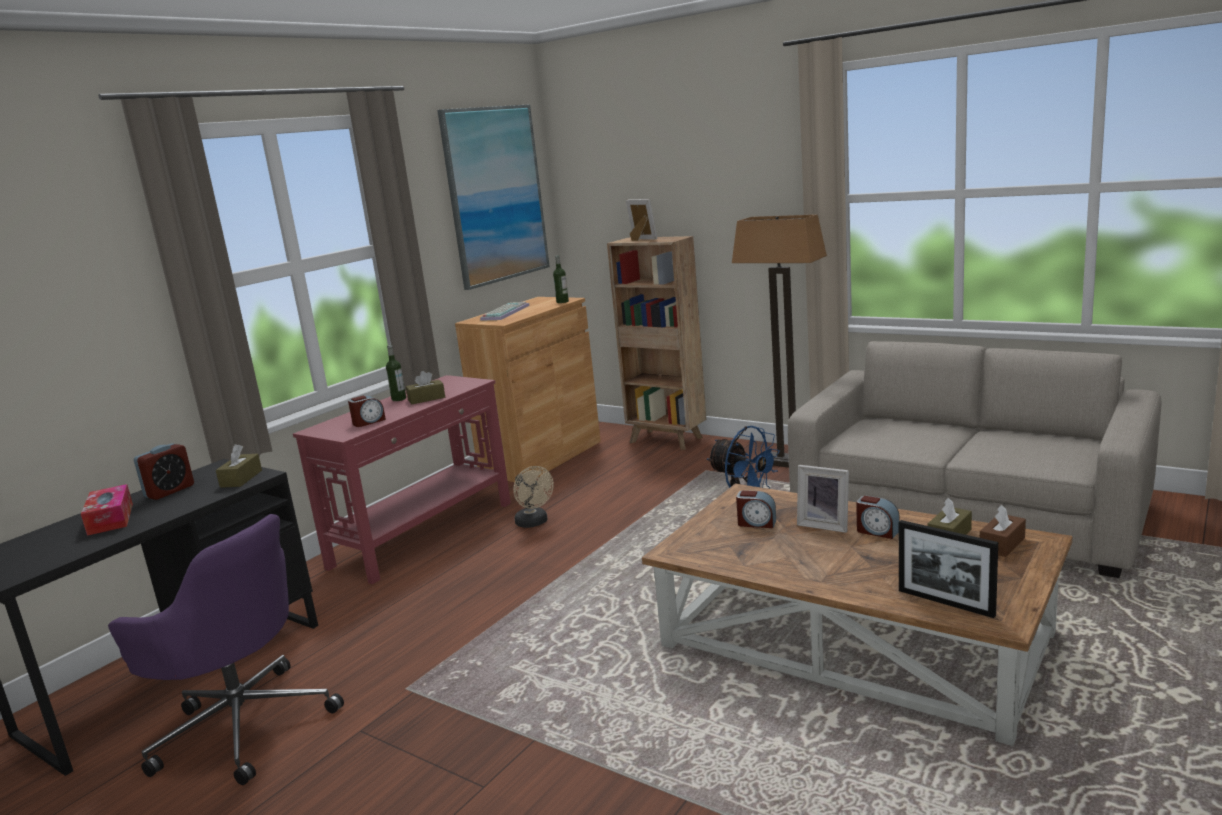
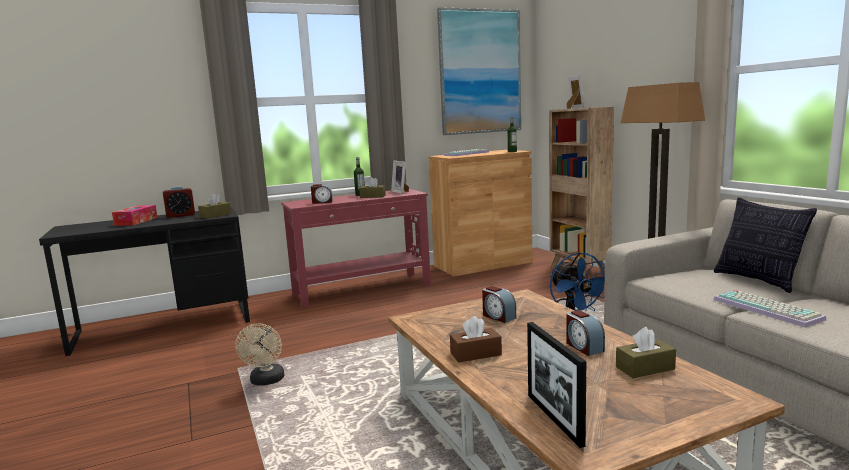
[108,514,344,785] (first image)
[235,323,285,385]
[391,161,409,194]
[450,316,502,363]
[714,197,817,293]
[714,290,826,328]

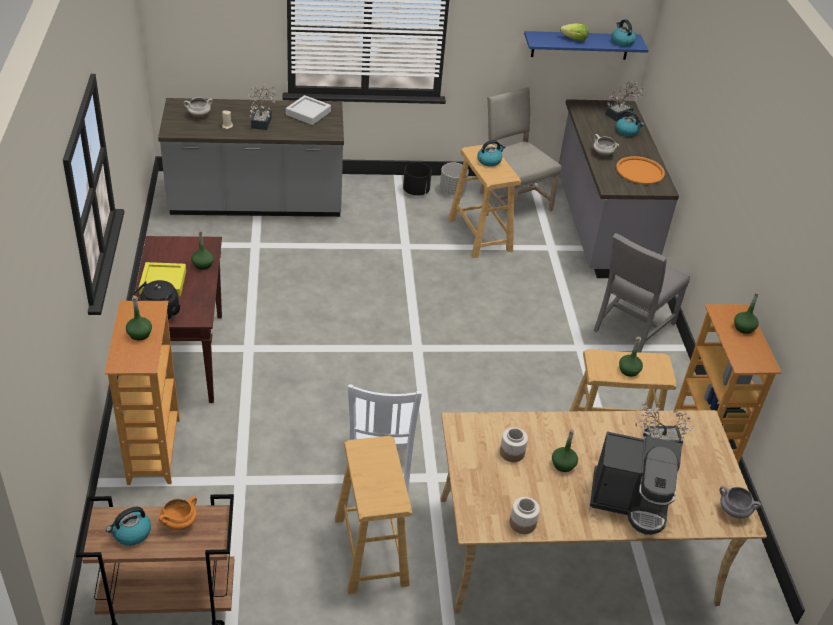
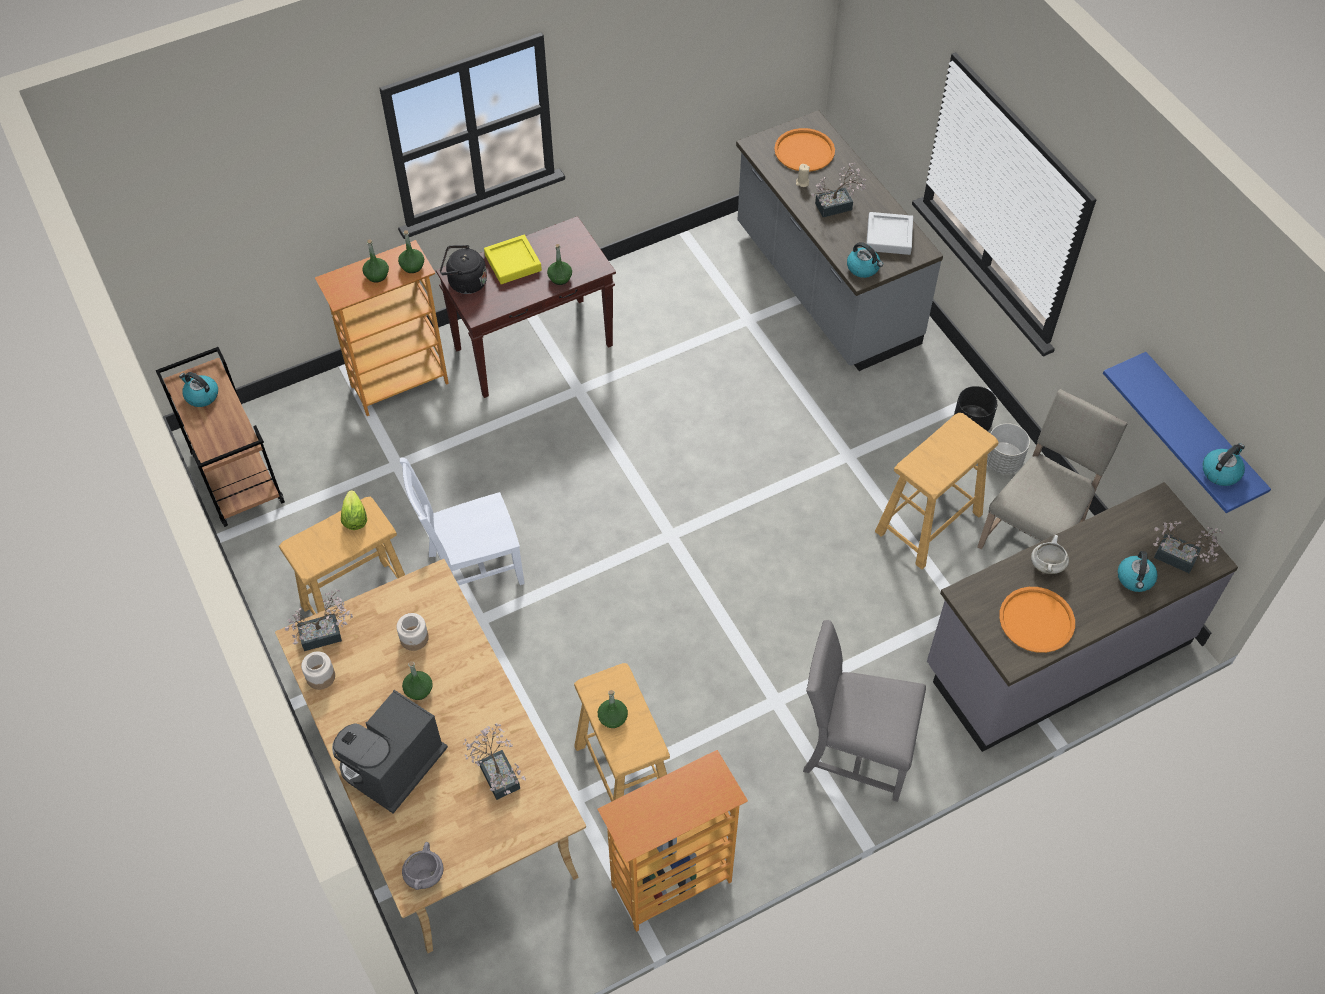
[159,496,197,530] (first image)
[774,128,835,172]
[847,242,883,278]
[341,490,367,530]
[332,690,448,814]
[398,230,424,273]
[285,589,353,651]

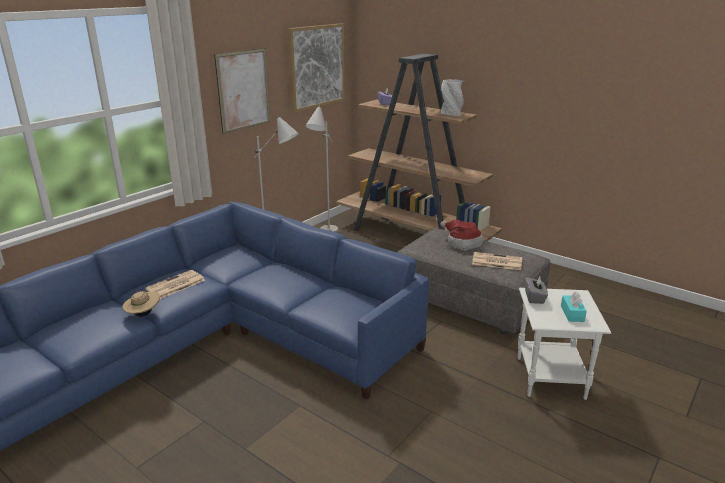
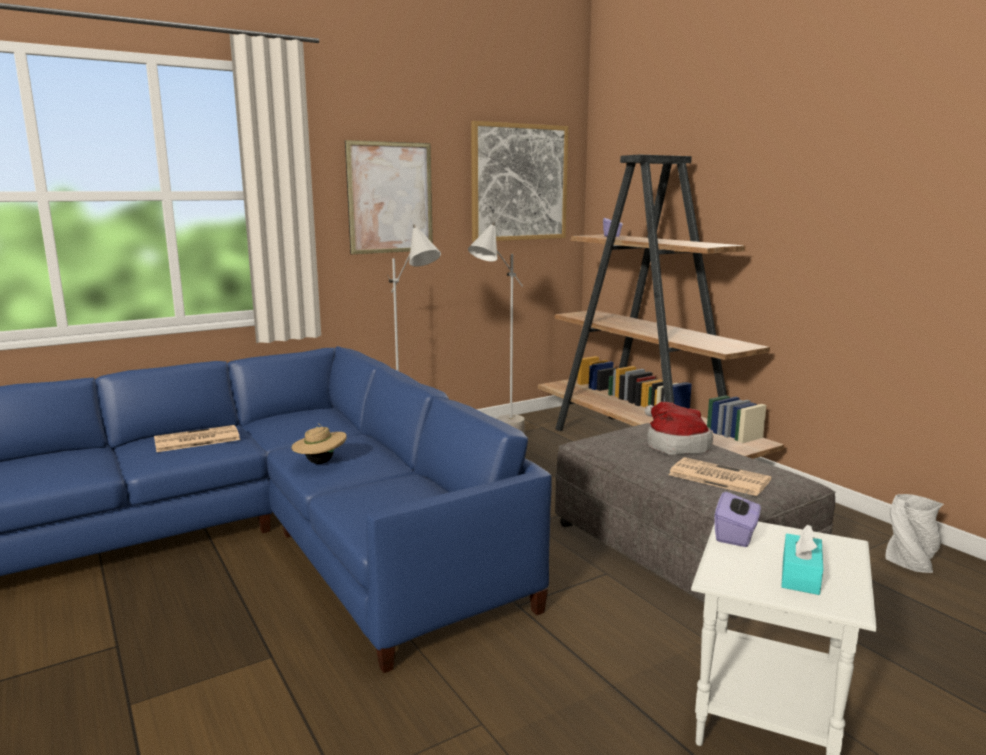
[291,423,347,464]
[886,494,944,573]
[714,491,761,547]

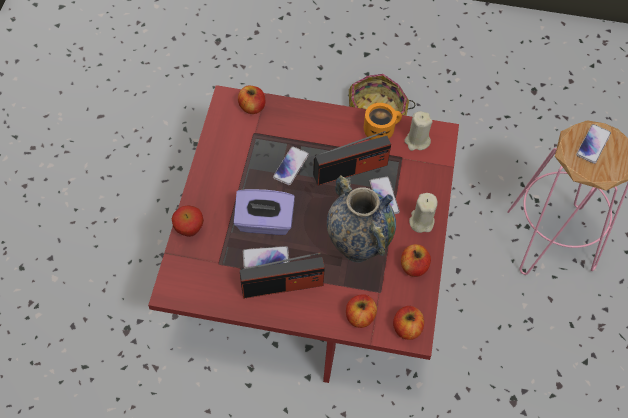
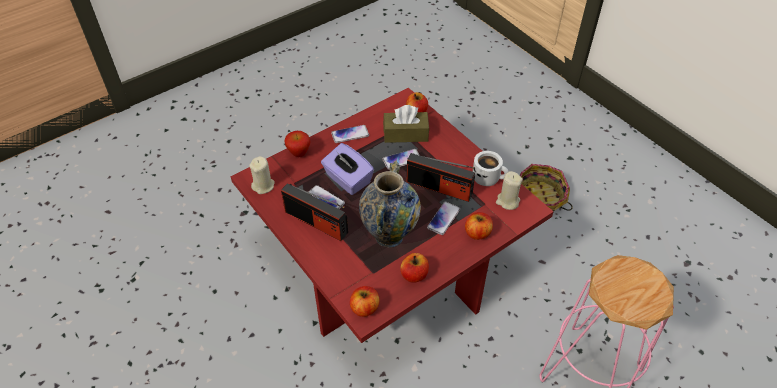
[465,212,493,240]
[473,151,509,186]
[249,156,275,194]
[331,125,369,143]
[383,105,429,143]

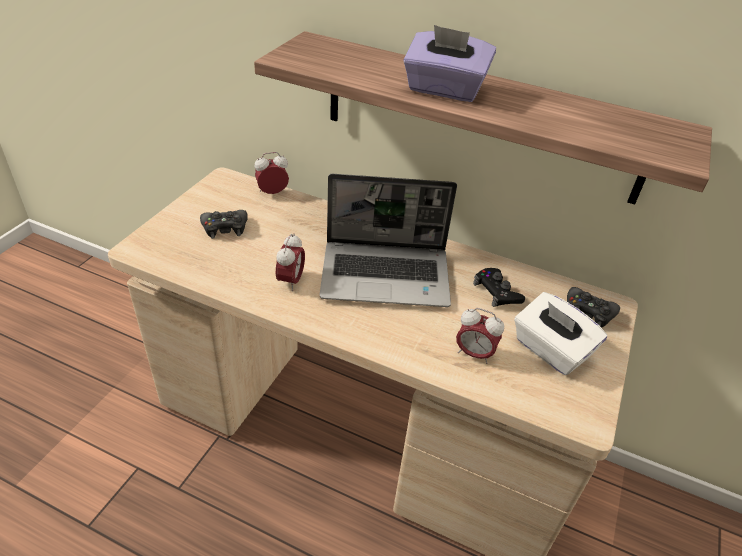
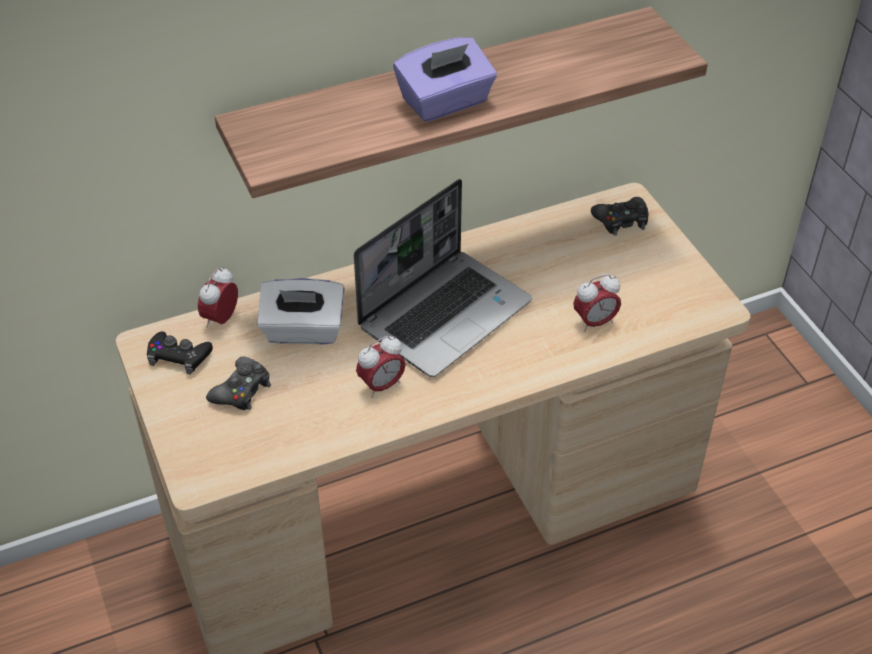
[356,336,406,398]
[147,331,213,375]
[257,278,345,344]

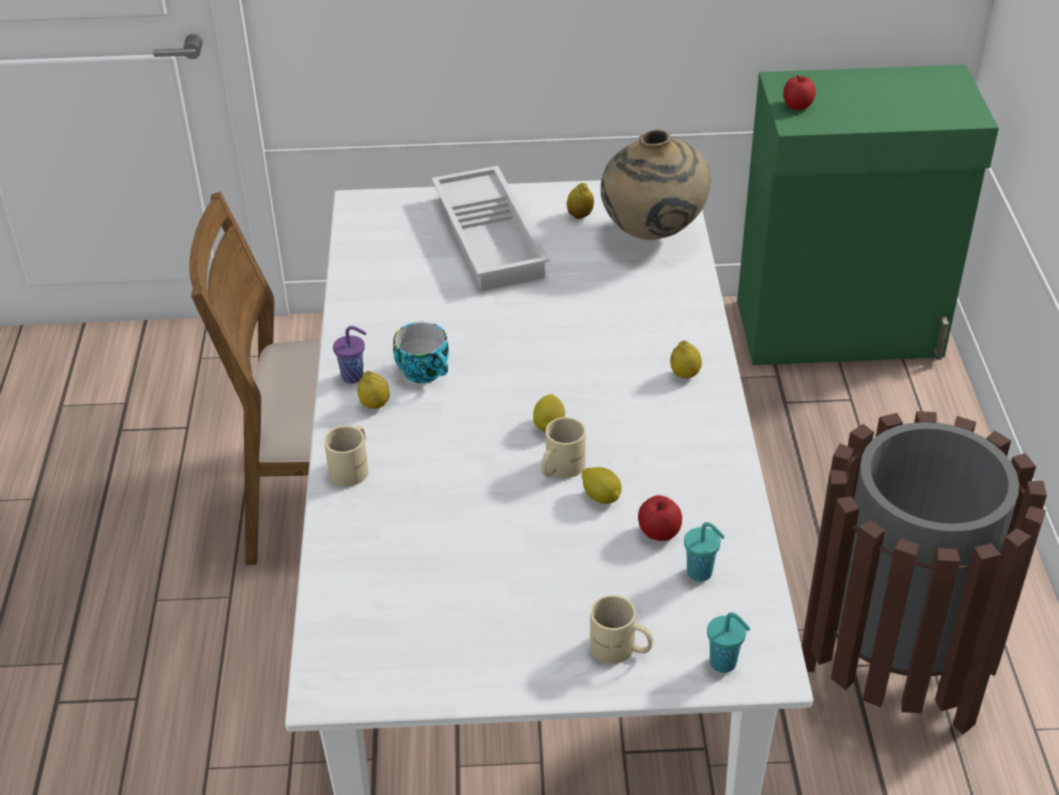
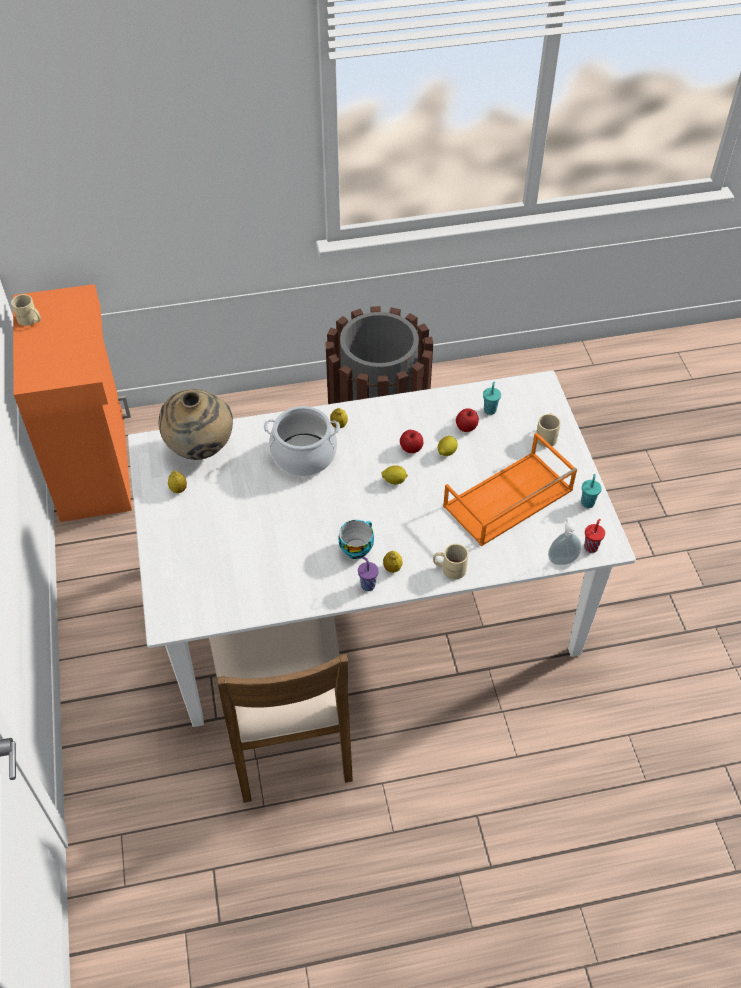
[431,166,550,291] (first image)
[11,294,41,326]
[581,474,602,508]
[13,284,132,522]
[400,430,423,453]
[264,406,340,476]
[443,433,577,546]
[548,518,582,565]
[584,519,605,553]

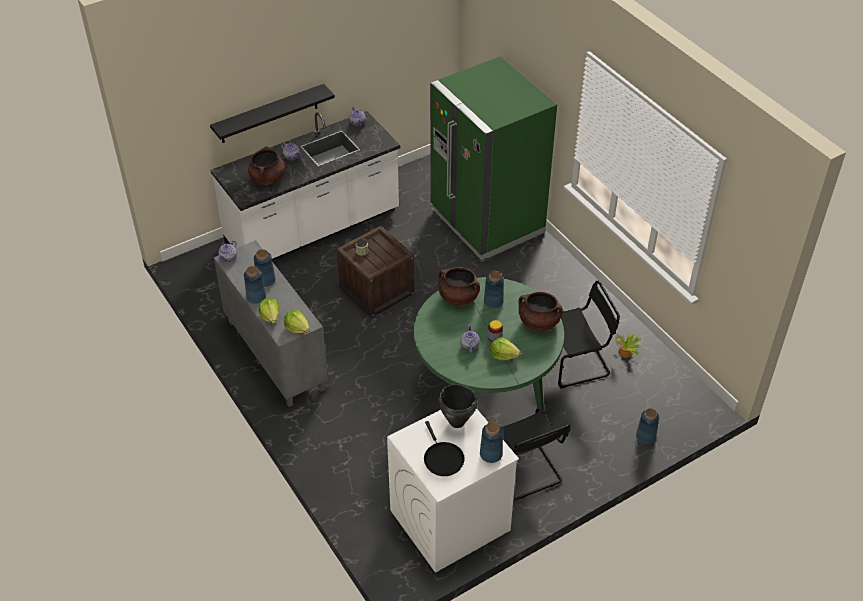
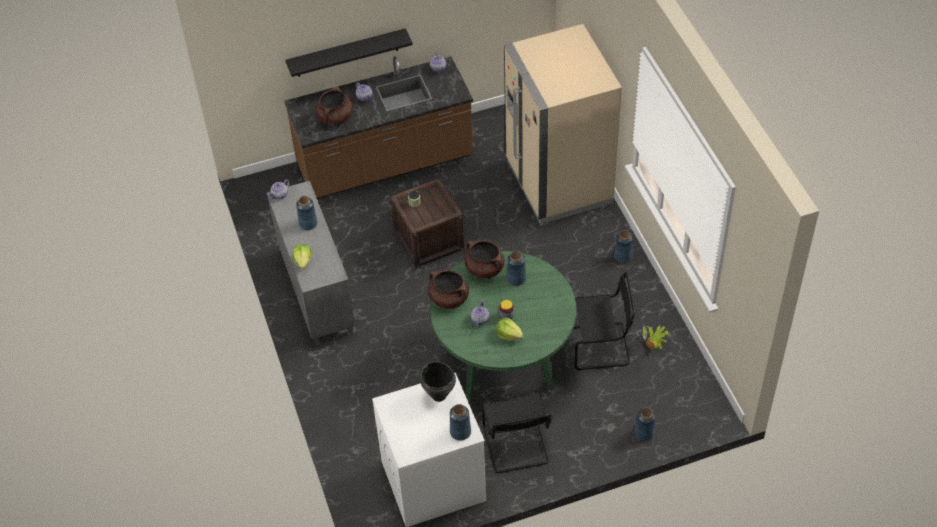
[284,56,473,199]
[614,230,633,262]
[284,310,310,333] (first image)
[424,421,465,476] (first image)
[504,24,622,223]
[428,270,469,309]

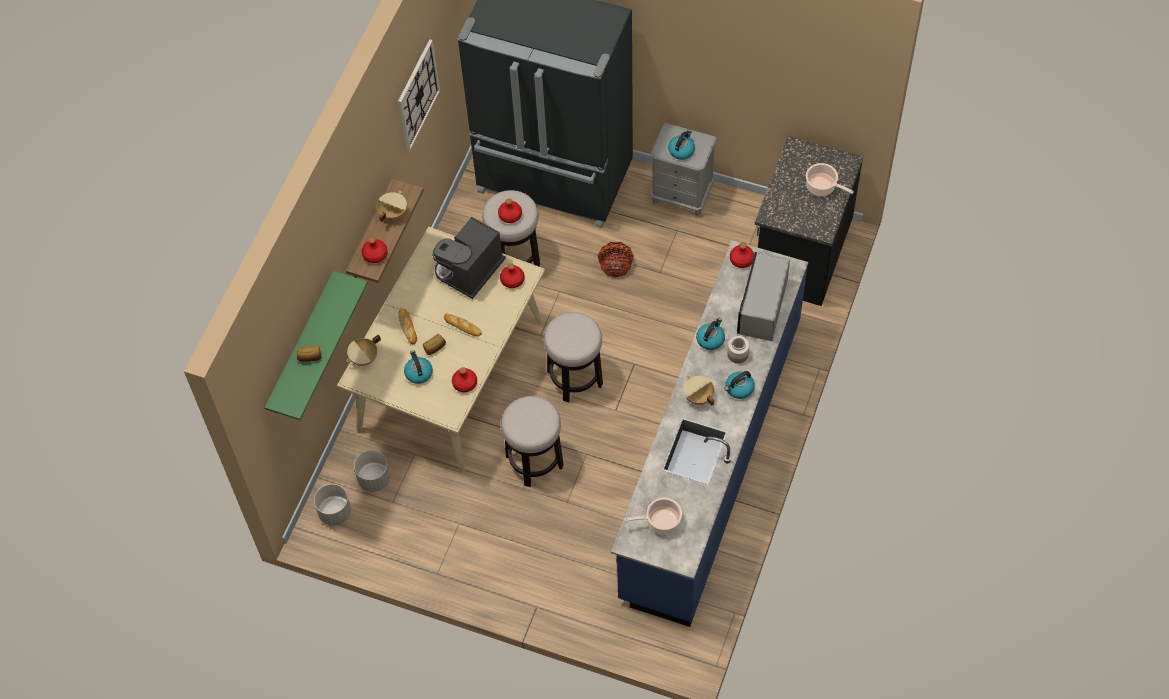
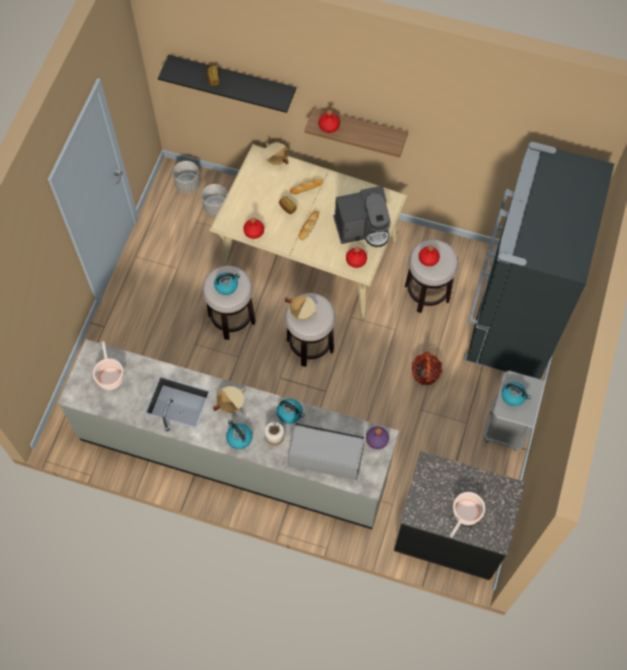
[158,55,296,113]
[285,296,318,320]
[398,39,440,151] (first image)
[214,272,240,295]
[333,186,391,247]
[58,339,399,529]
[366,426,389,449]

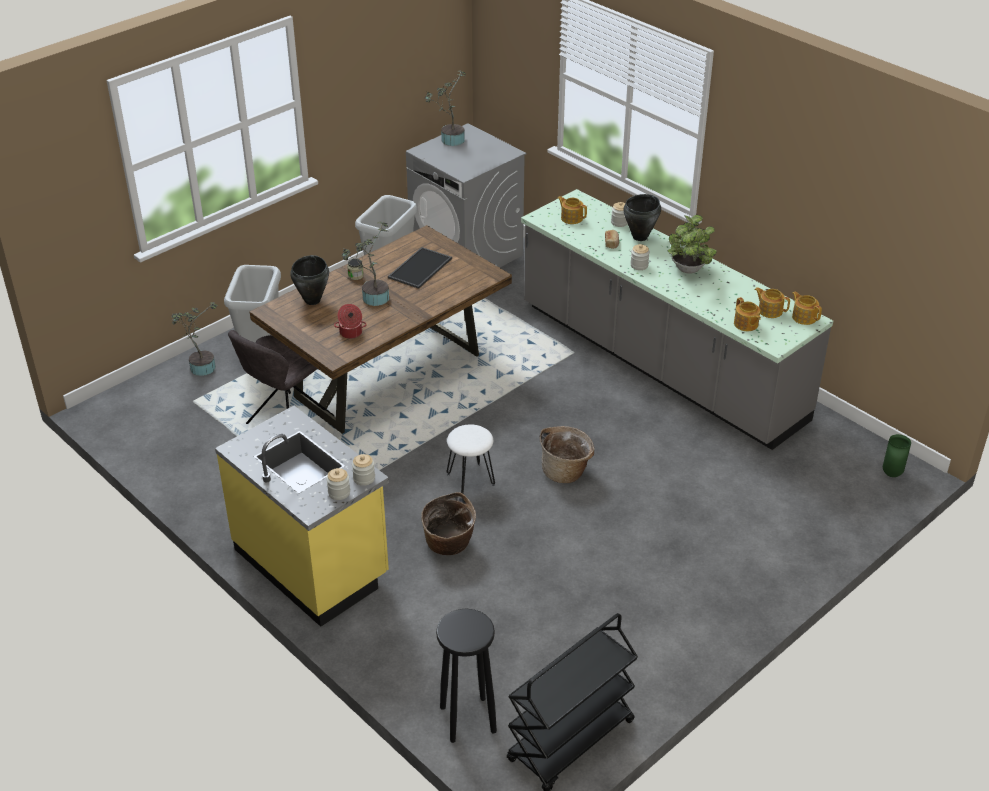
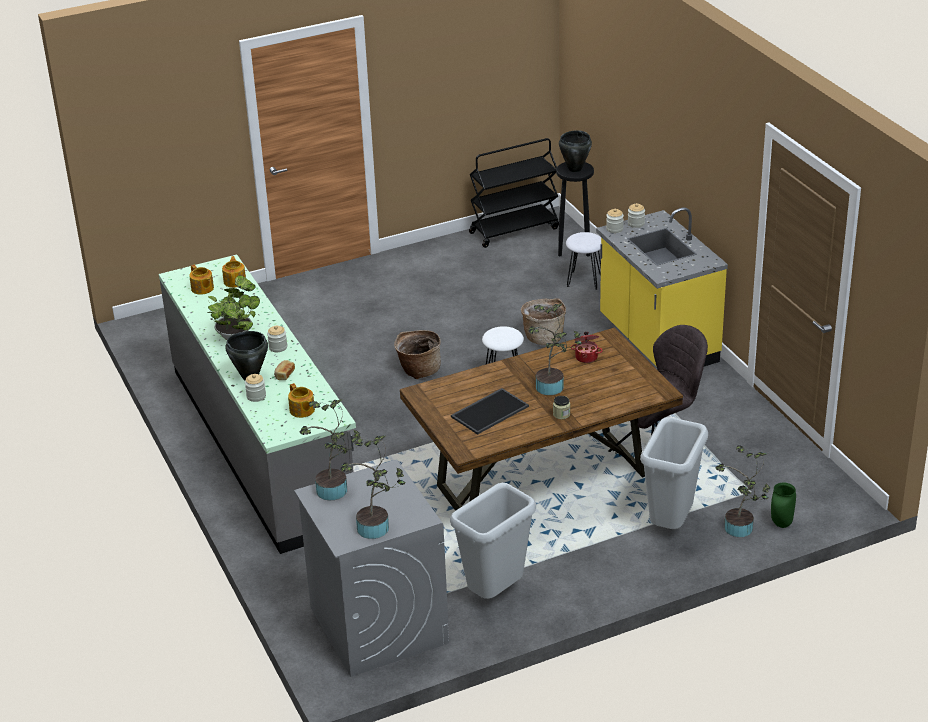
[559,130,592,172]
[792,291,822,325] (first image)
[771,483,796,528]
[300,399,363,500]
[566,232,601,290]

